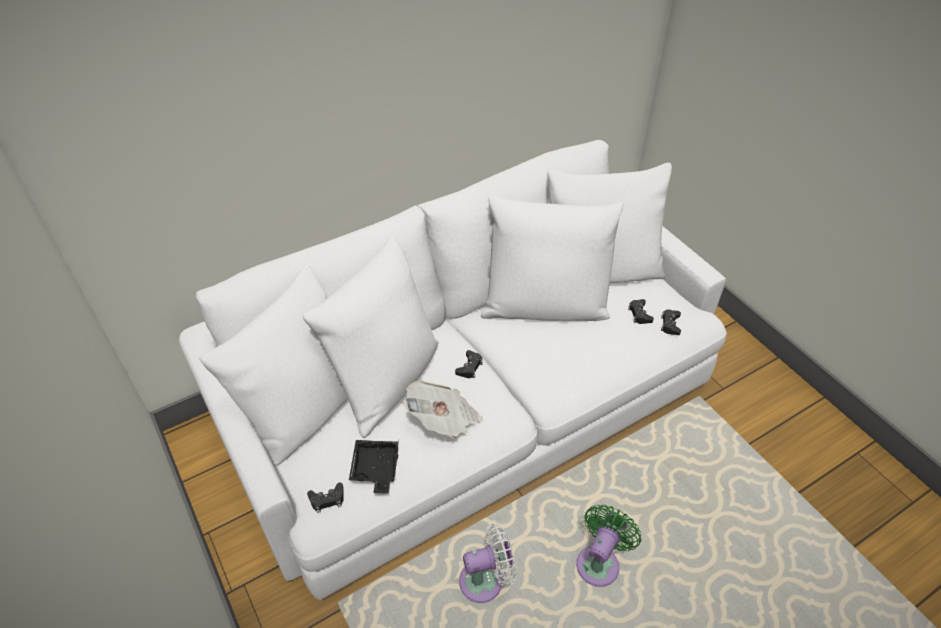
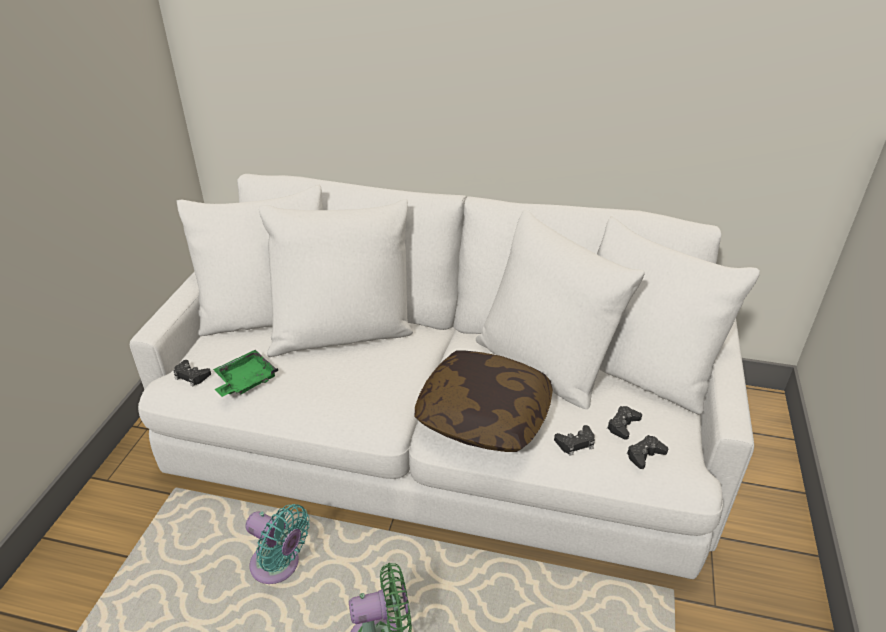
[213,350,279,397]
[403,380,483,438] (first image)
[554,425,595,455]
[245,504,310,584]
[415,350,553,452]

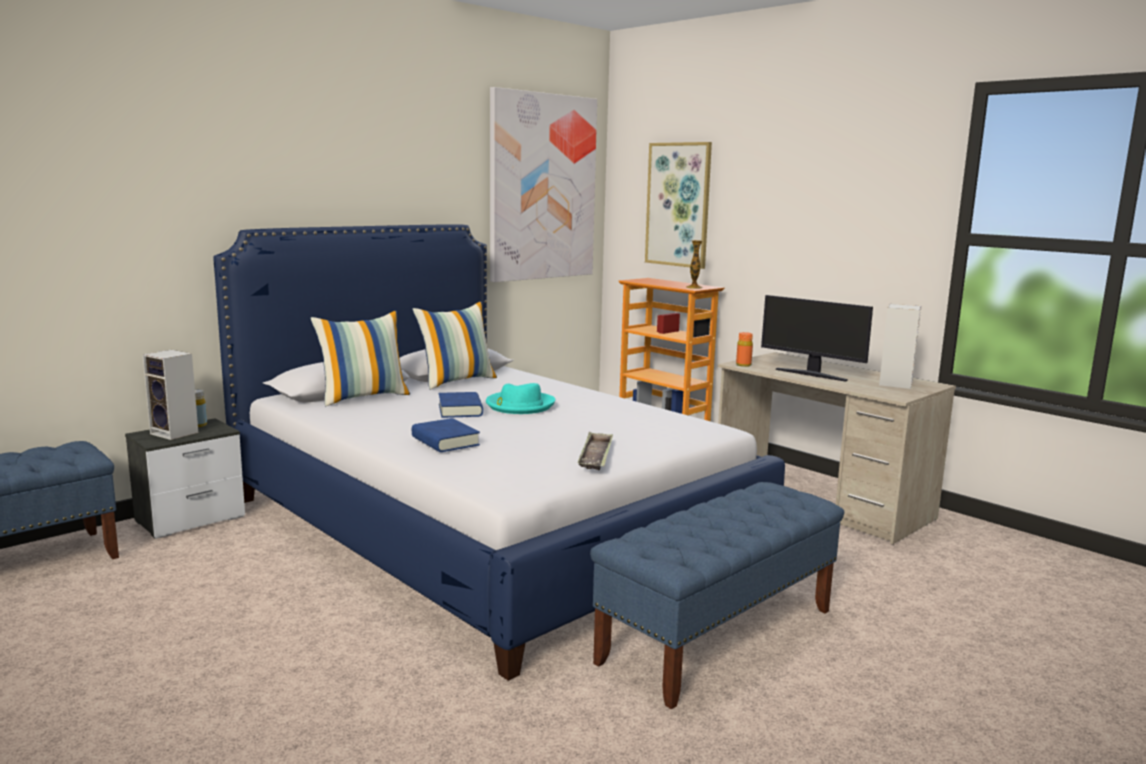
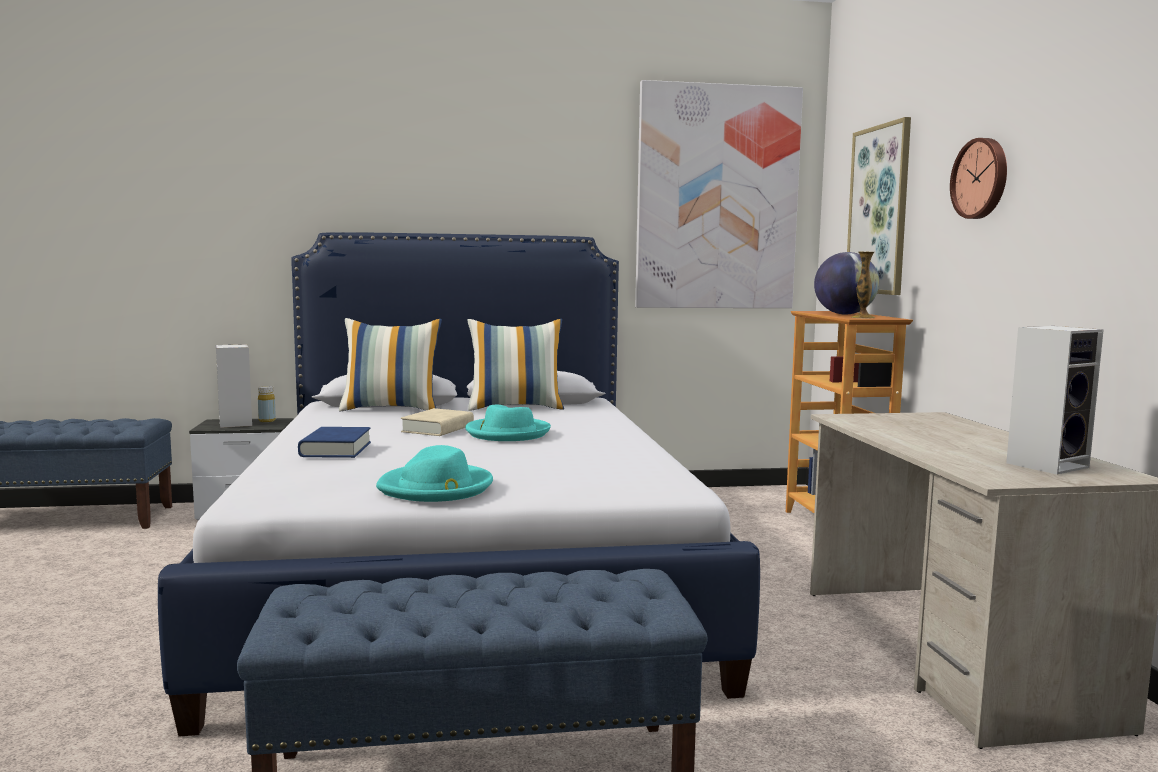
[401,408,474,436]
[376,445,493,502]
[736,332,753,367] (first image)
[761,295,873,382] (first image)
[814,252,879,314]
[950,138,1007,219]

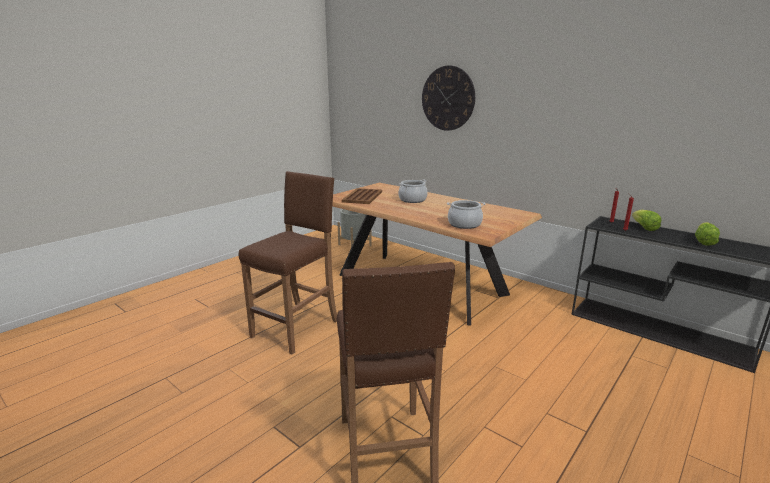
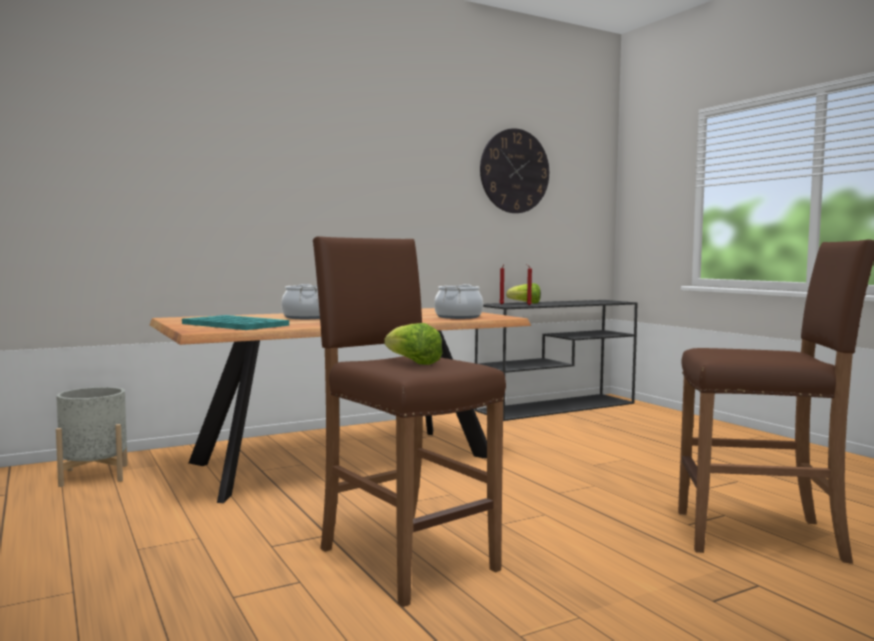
[182,315,289,330]
[480,128,549,213]
[384,323,443,365]

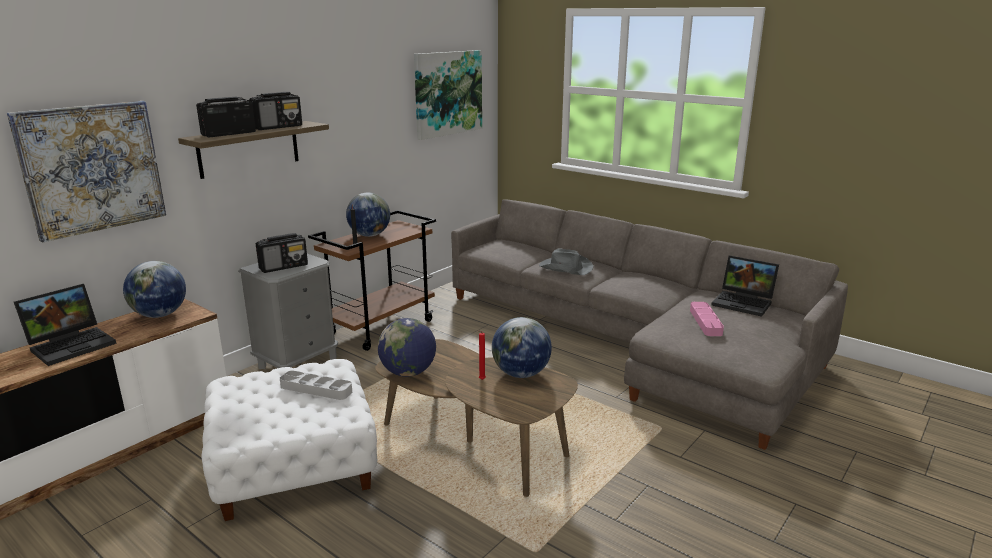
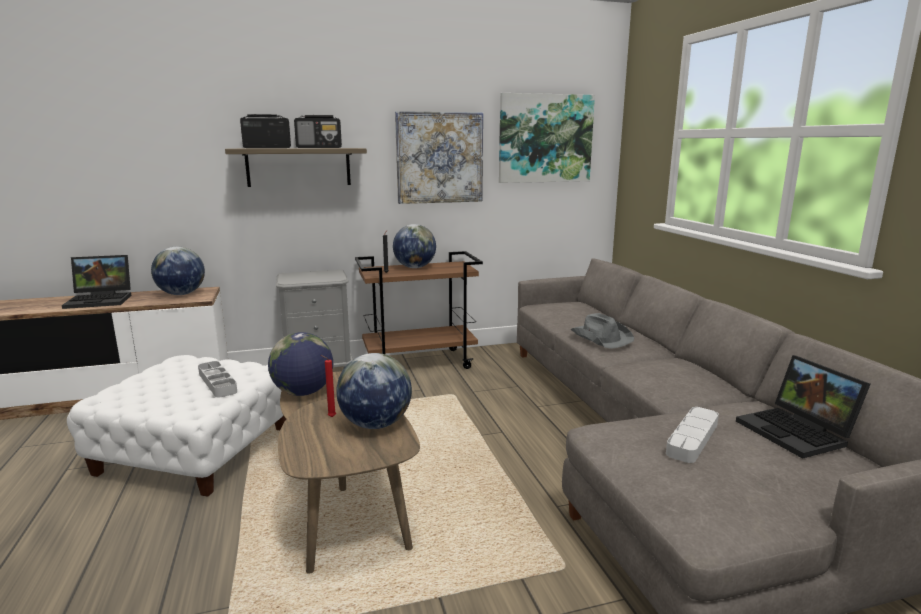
[395,111,483,204]
[256,233,308,273] (first image)
[666,407,719,463]

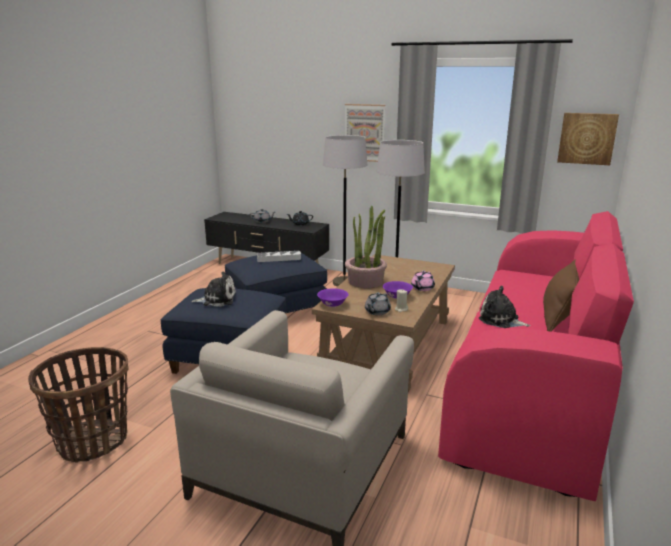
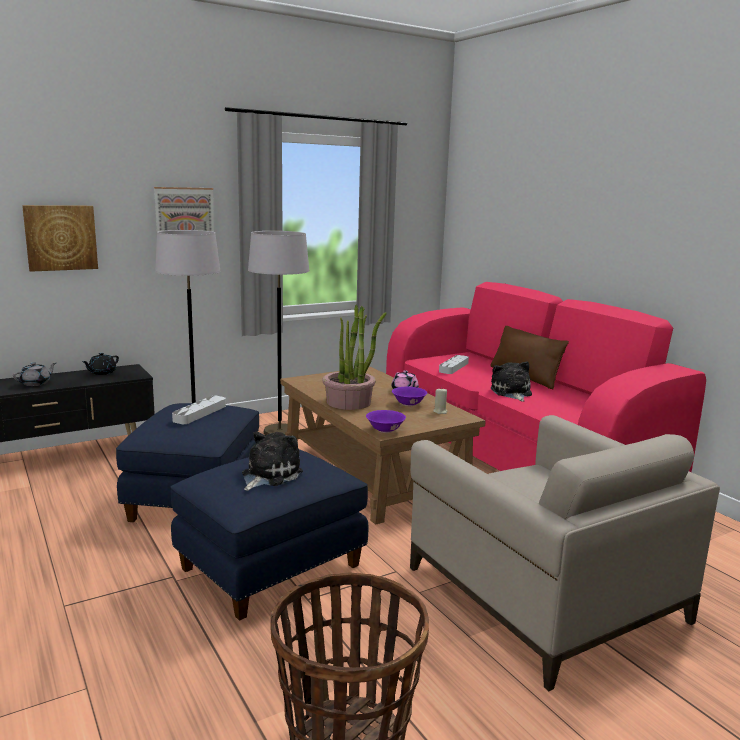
[365,293,391,315] (first image)
[491,361,532,402]
[22,205,98,272]
[439,355,469,374]

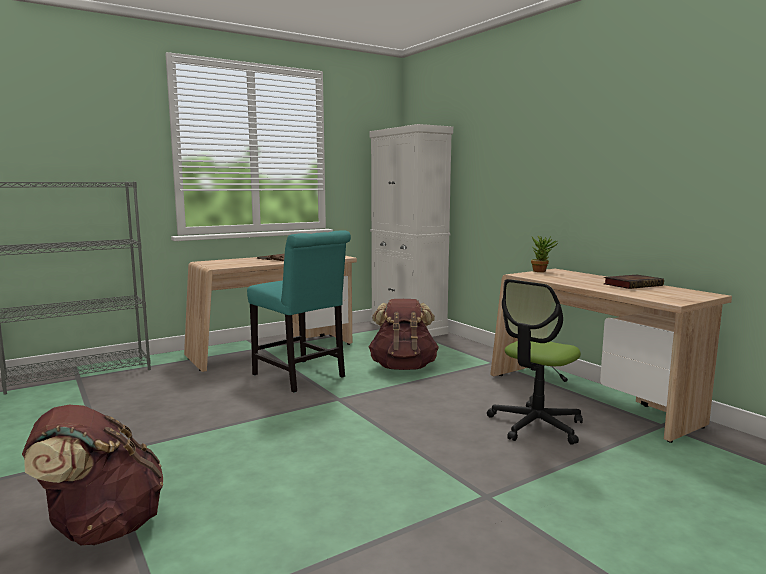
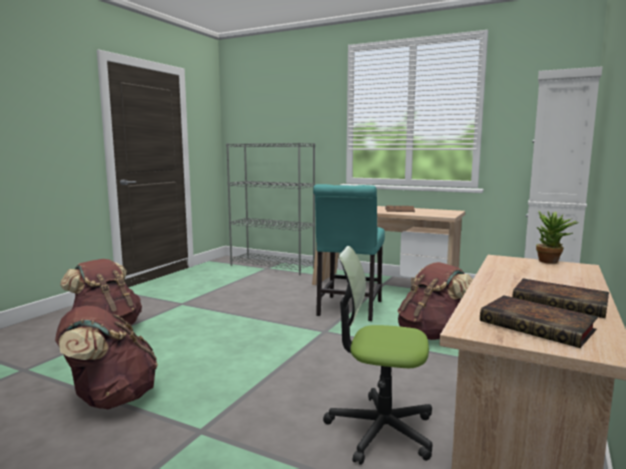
[55,306,158,409]
[480,295,598,348]

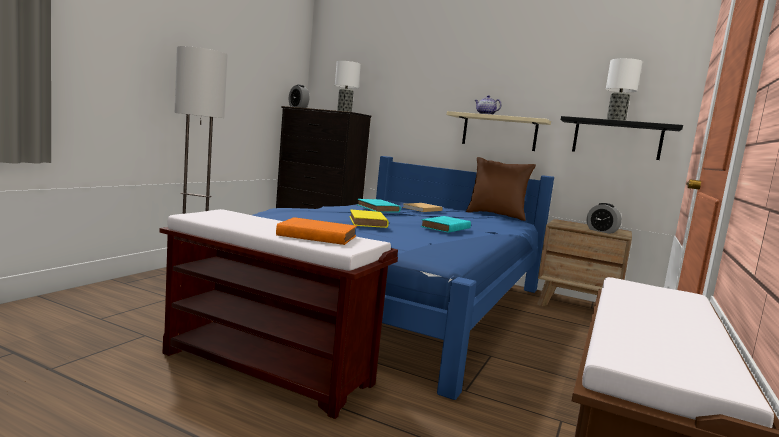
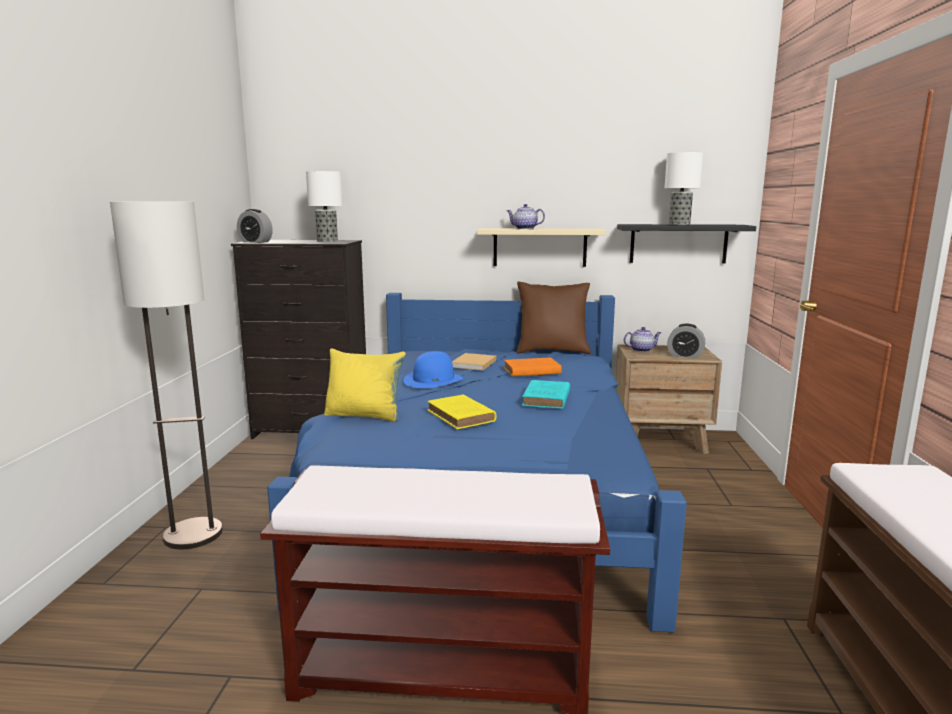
[504,357,562,376]
[404,351,463,388]
[324,349,405,422]
[624,327,661,352]

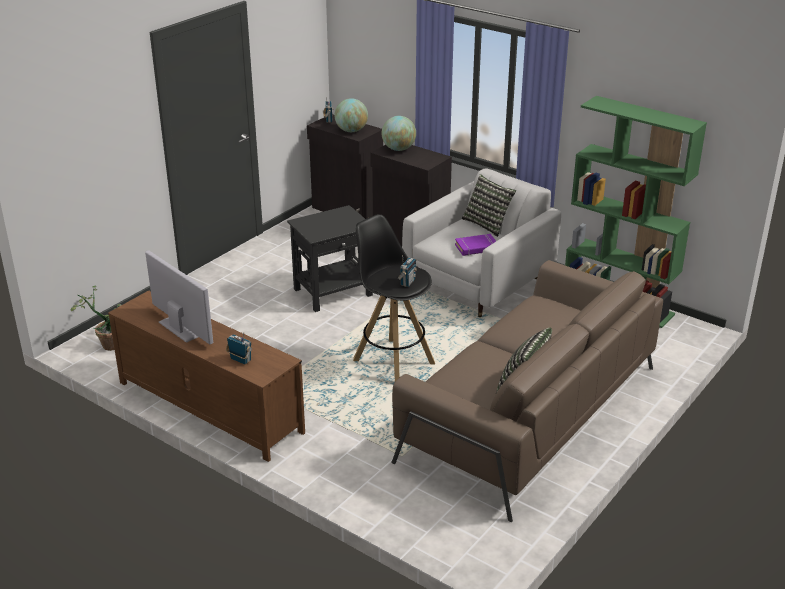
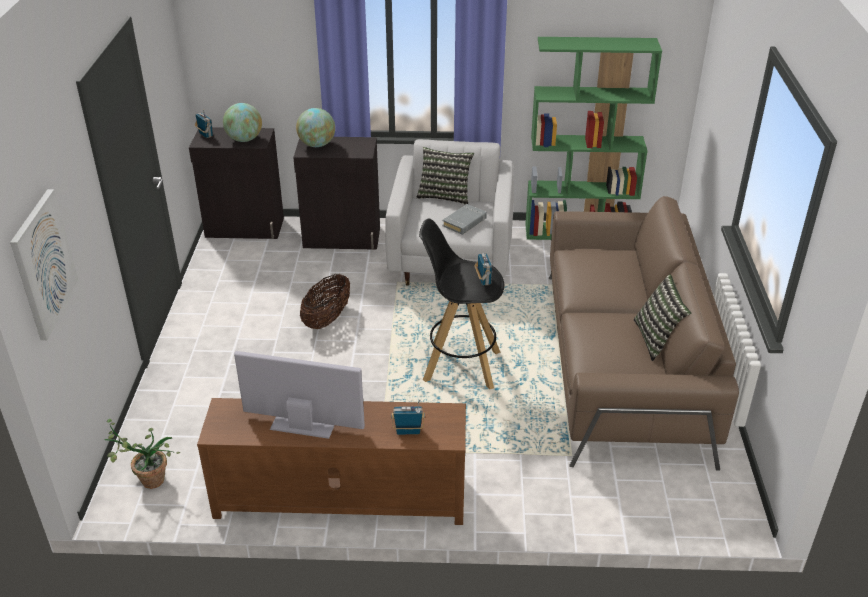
[300,274,350,329]
[443,204,487,235]
[10,189,79,340]

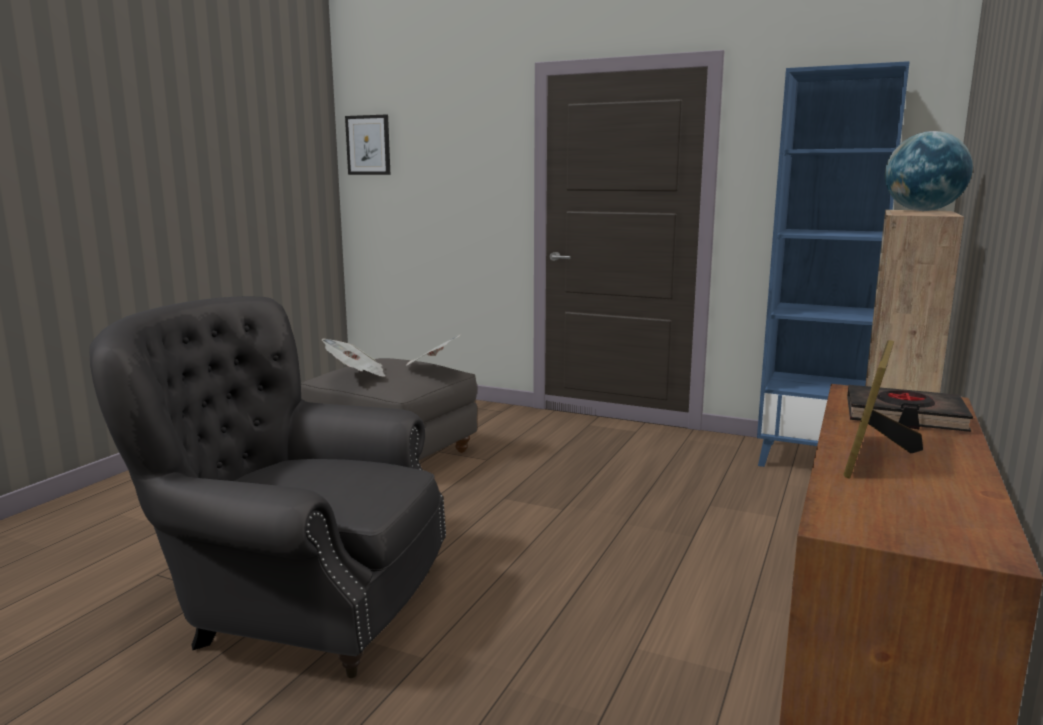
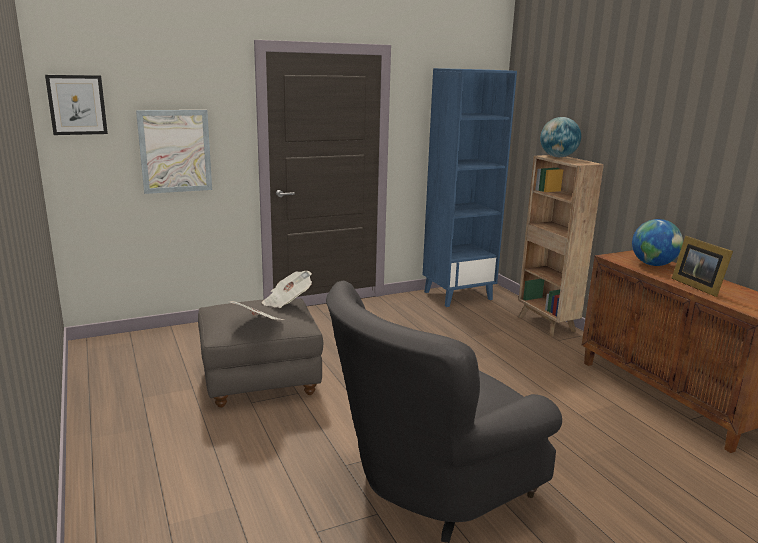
[632,219,683,266]
[136,110,212,194]

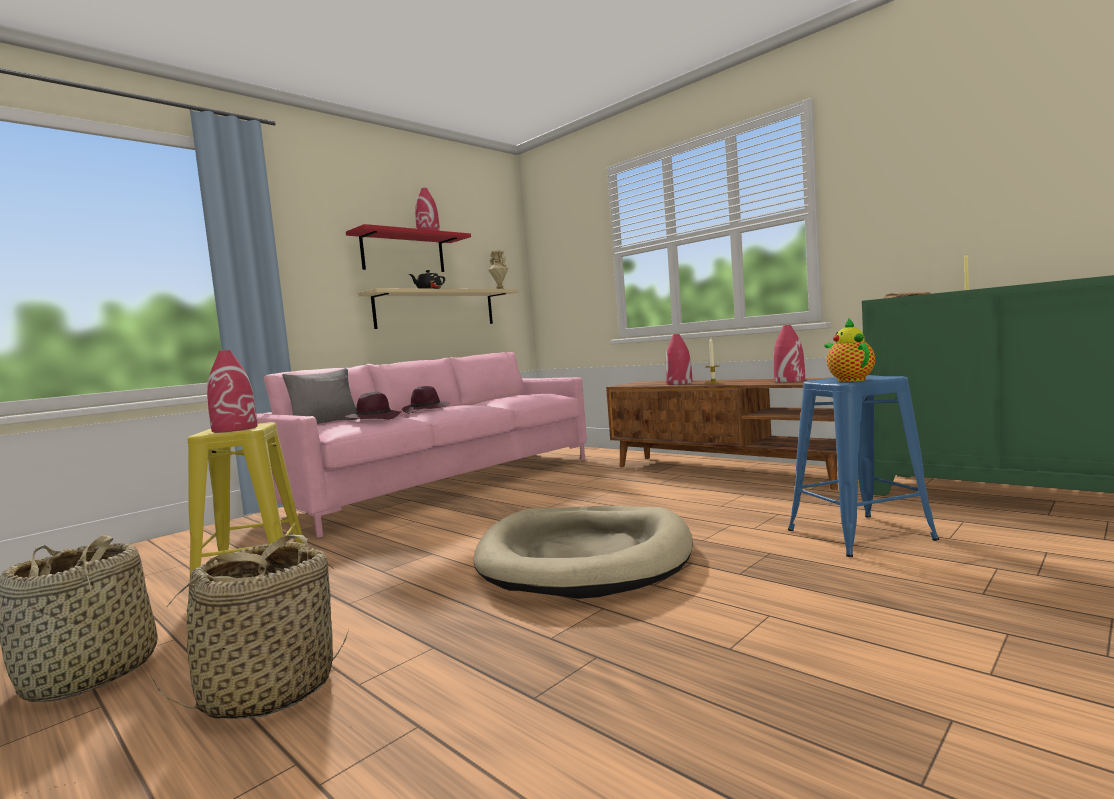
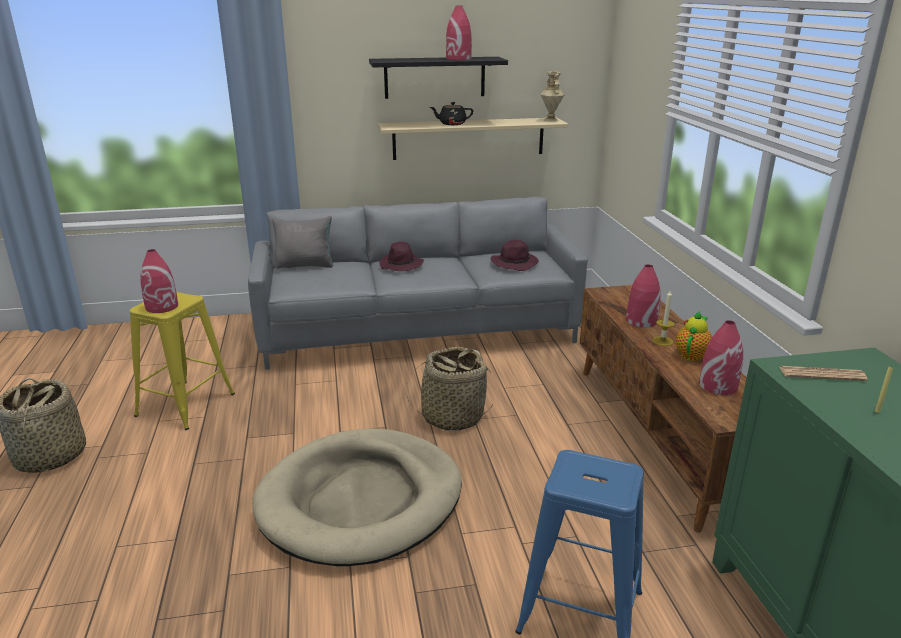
[406,347,492,431]
[248,197,588,370]
[491,240,539,271]
[369,57,508,99]
[676,310,712,361]

